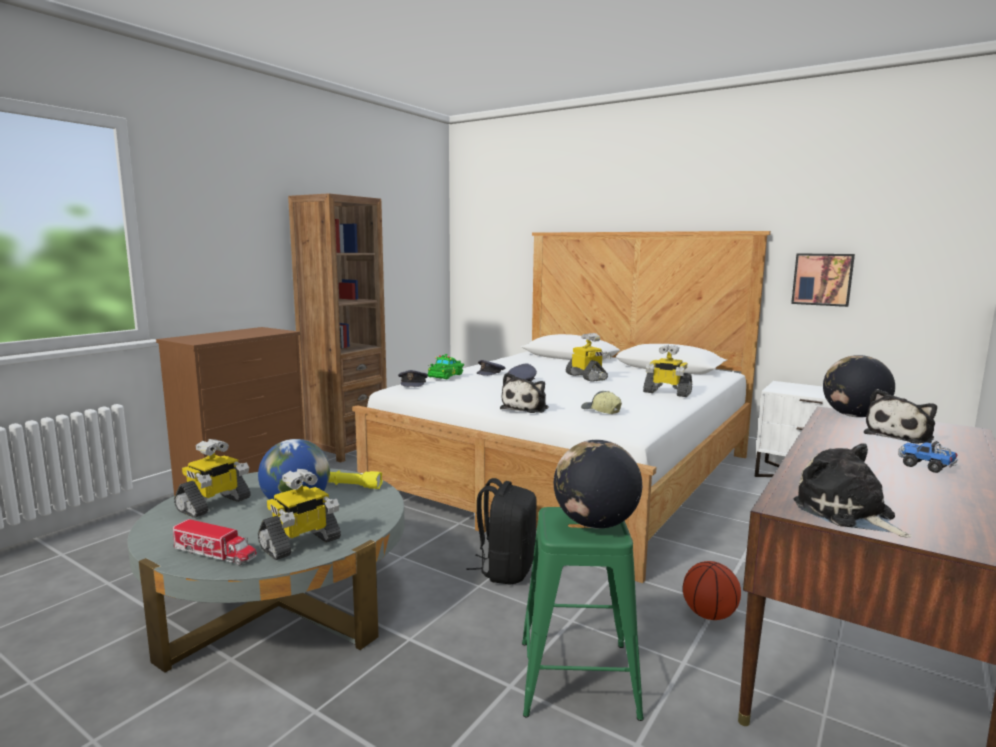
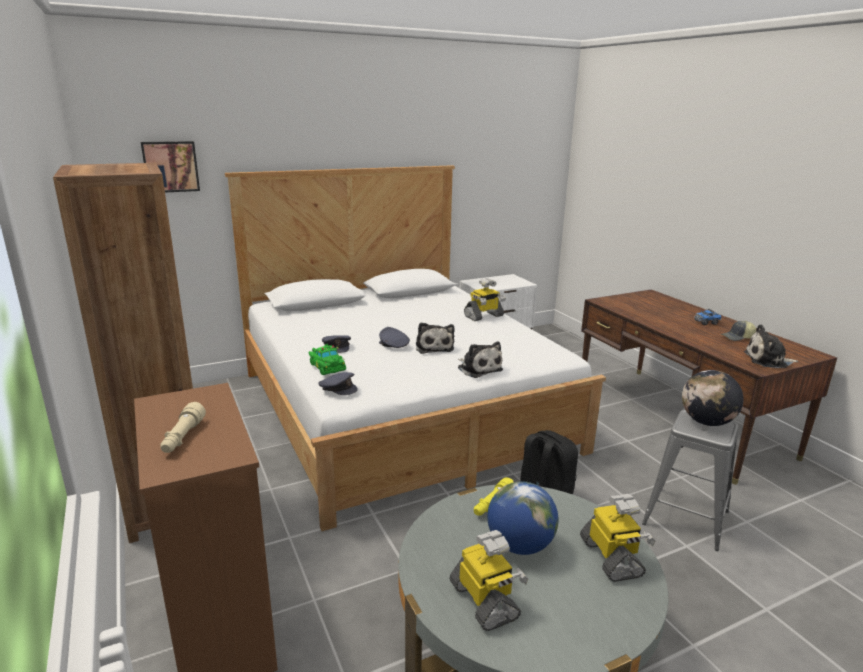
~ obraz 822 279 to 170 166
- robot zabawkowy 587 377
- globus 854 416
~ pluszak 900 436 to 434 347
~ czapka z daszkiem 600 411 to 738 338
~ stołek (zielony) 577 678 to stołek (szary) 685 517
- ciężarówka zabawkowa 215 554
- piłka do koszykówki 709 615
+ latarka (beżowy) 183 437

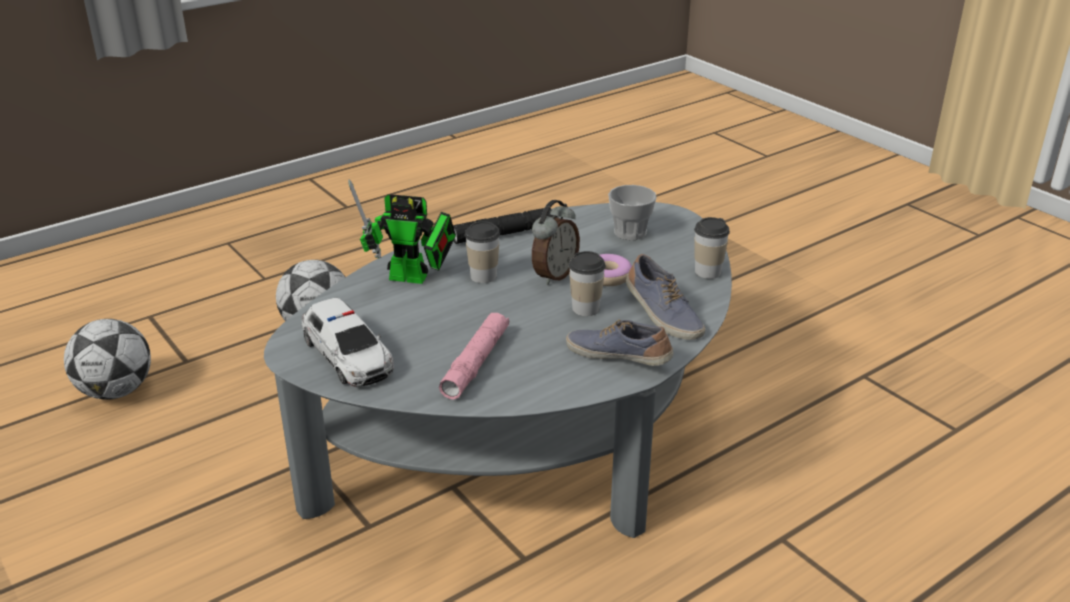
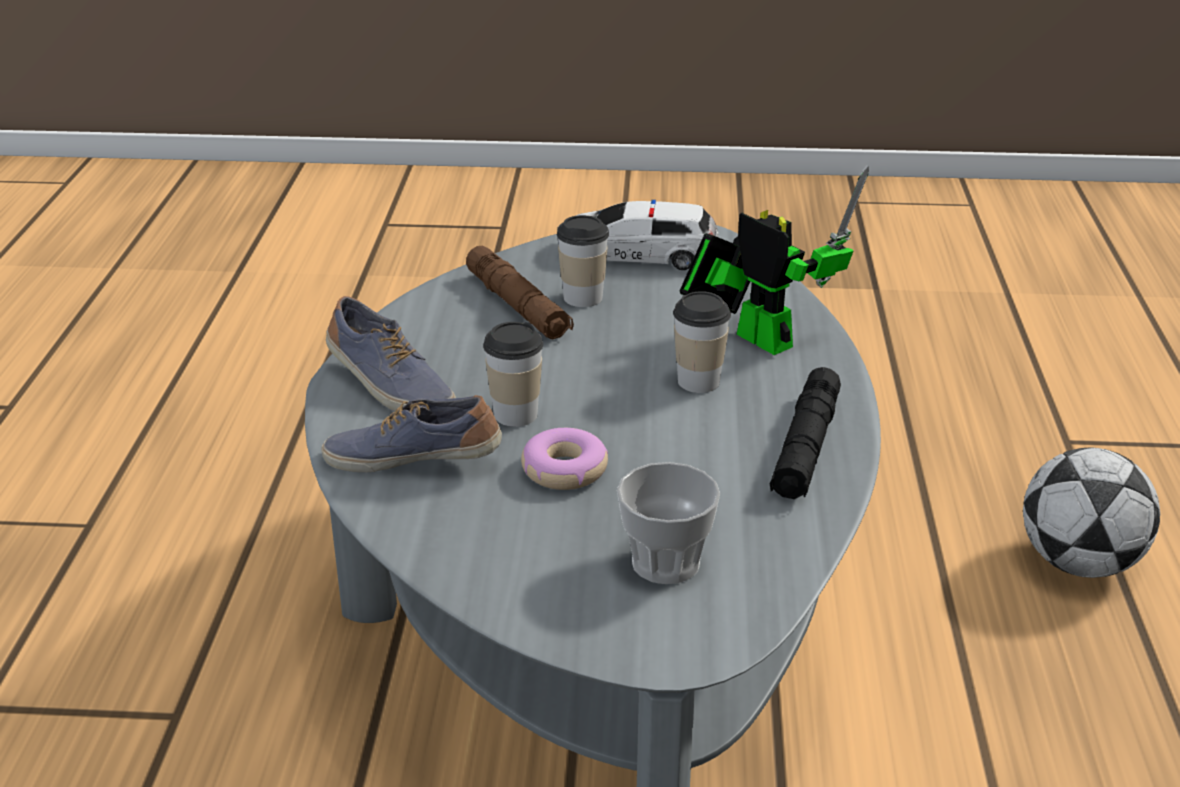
~ robot zabawkowy 414 278 = 757 337 90 degrees clockwise
- budzik 553 275
~ filiżanka 707 272 to 583 298
~ latarka (różowy) 476 363 to latarka (brązowy) 517 306
- piłka futbolowa 116 391
~ but 619 357 = 388 386 60 degrees clockwise

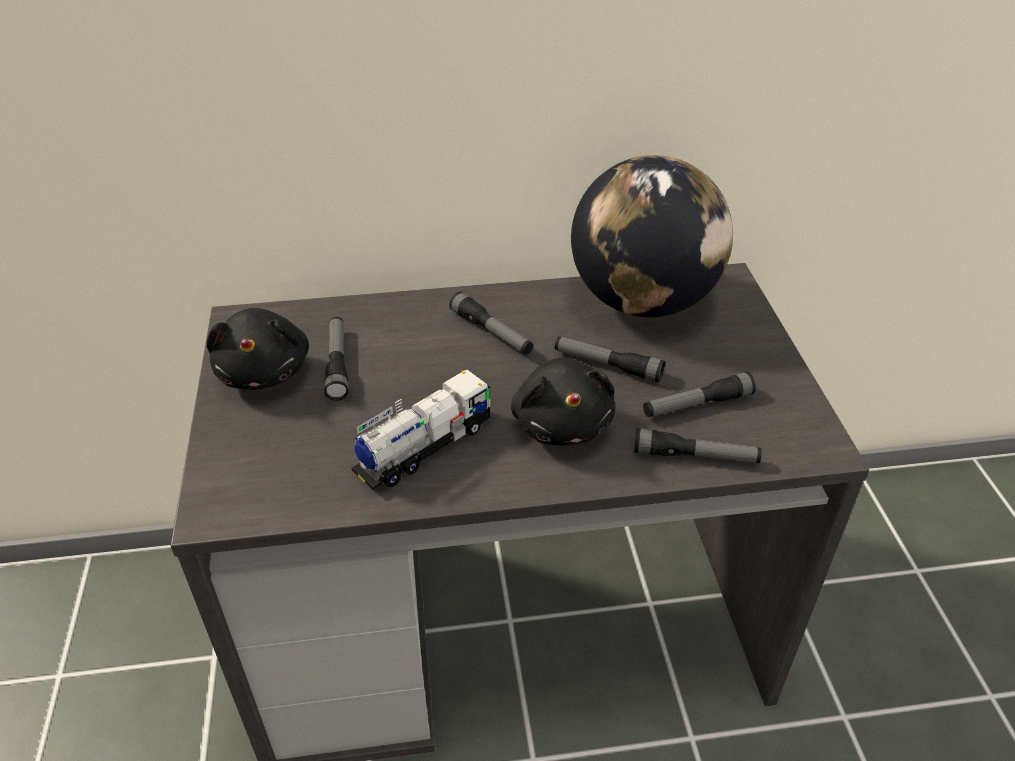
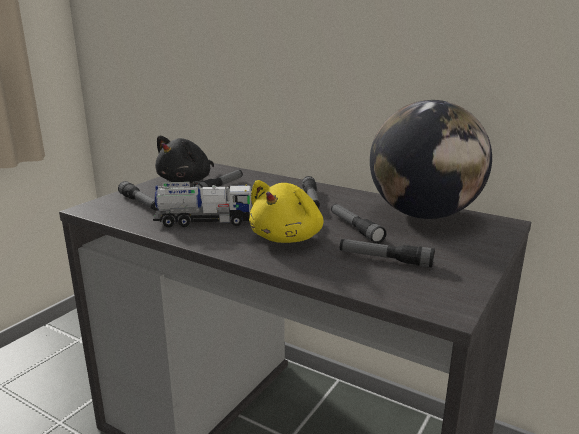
~ pluszak (czarny) 562 423 to pluszak (żółty) 288 238
~ latarka 695 456 to 140 203

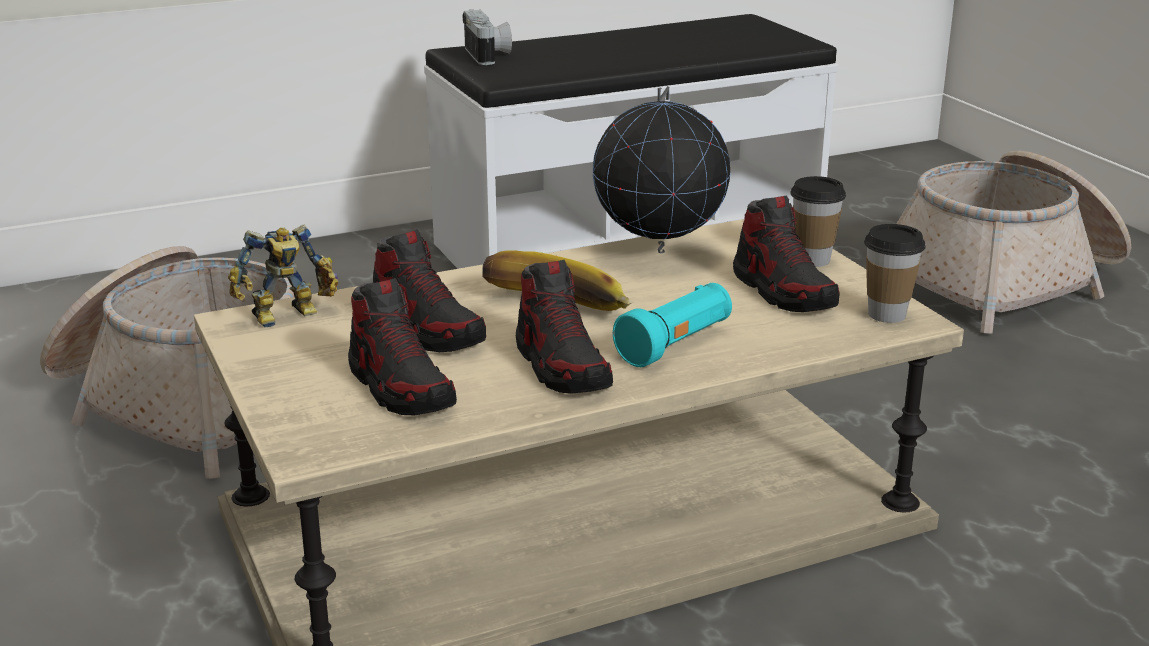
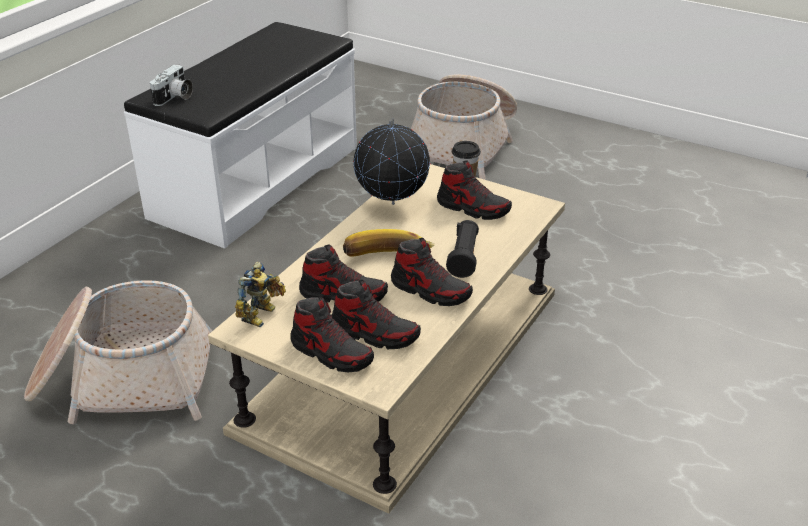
~ aparat fotograficzny 489 56 = 175 98 75 degrees clockwise
- filiżanka 887 314
~ latarka (turkusowy) 675 345 to latarka (czarny) 464 258
+ but 332 353

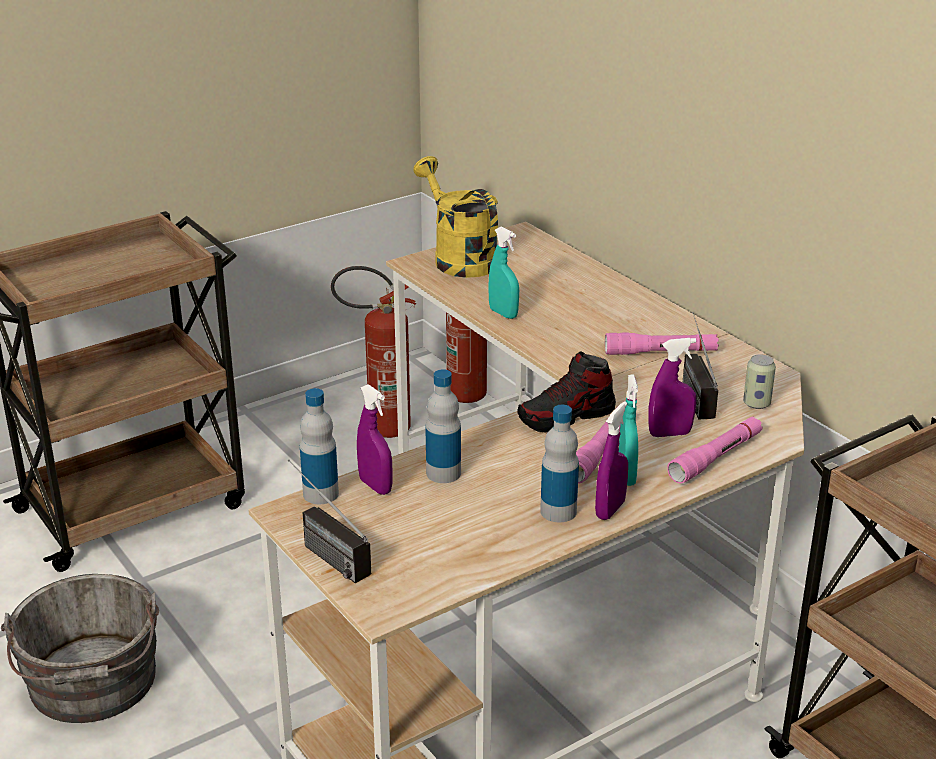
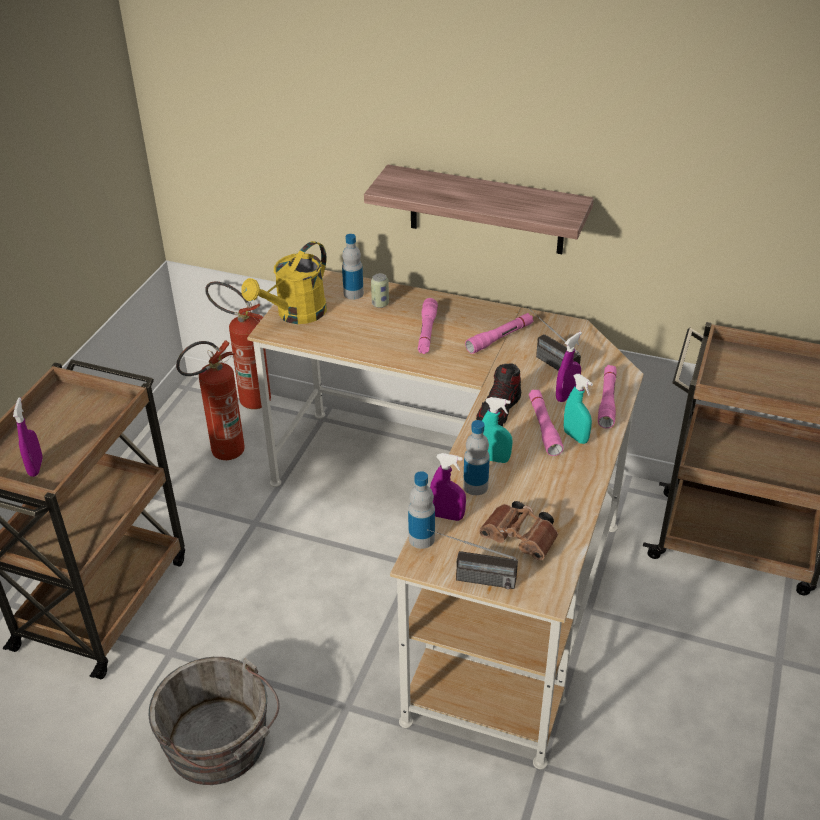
~ konewka (żółty) 458 258 = 295 315 75 degrees counterclockwise
~ spryskiwacz (turkusowy) 503 313 to 494 459
~ puszka 756 404 to 380 304
~ spryskiwacz (fioletowy) 610 510 to 36 467
~ butelka 558 511 to 353 293
+ półka 486 210
+ latarka (różowy) 427 332
+ lornetka (brązowy) 521 540

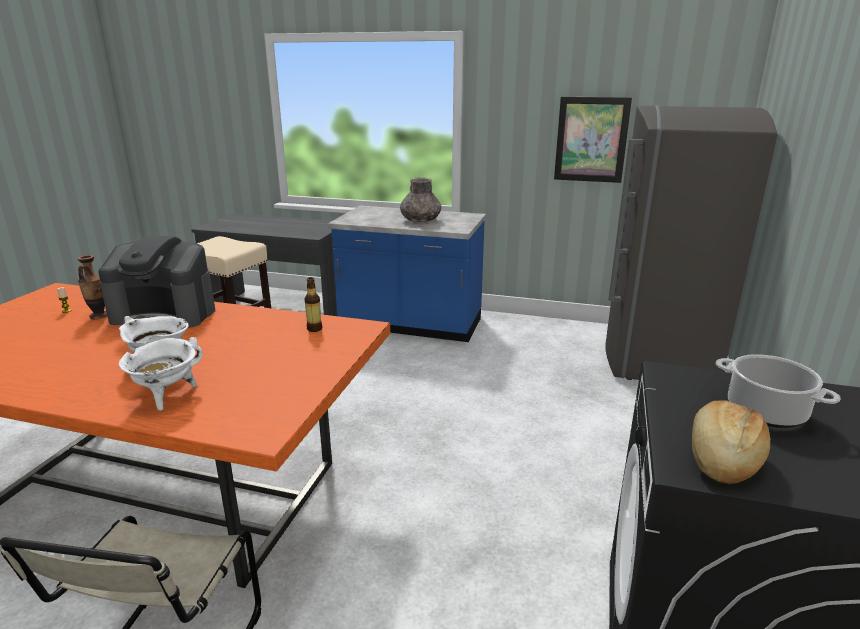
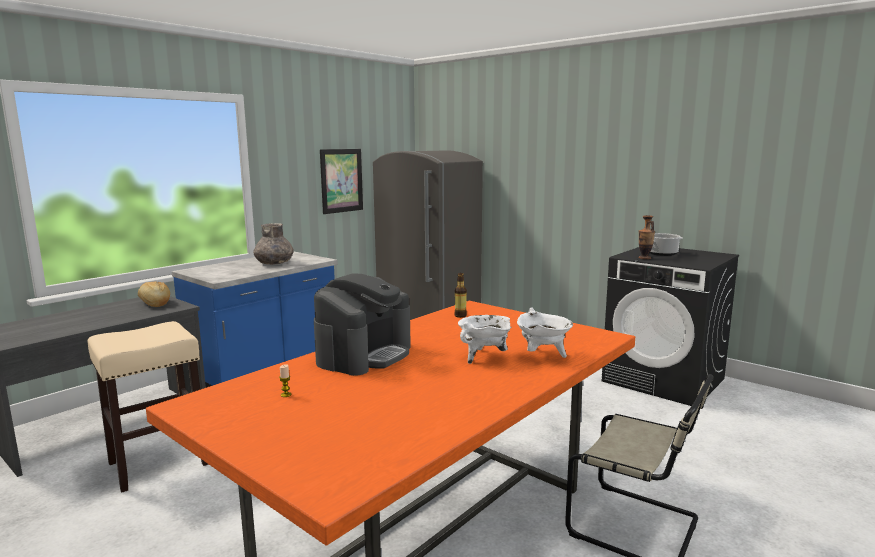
~ wazon 99 316 to 644 258
~ chleb 721 458 to 154 303

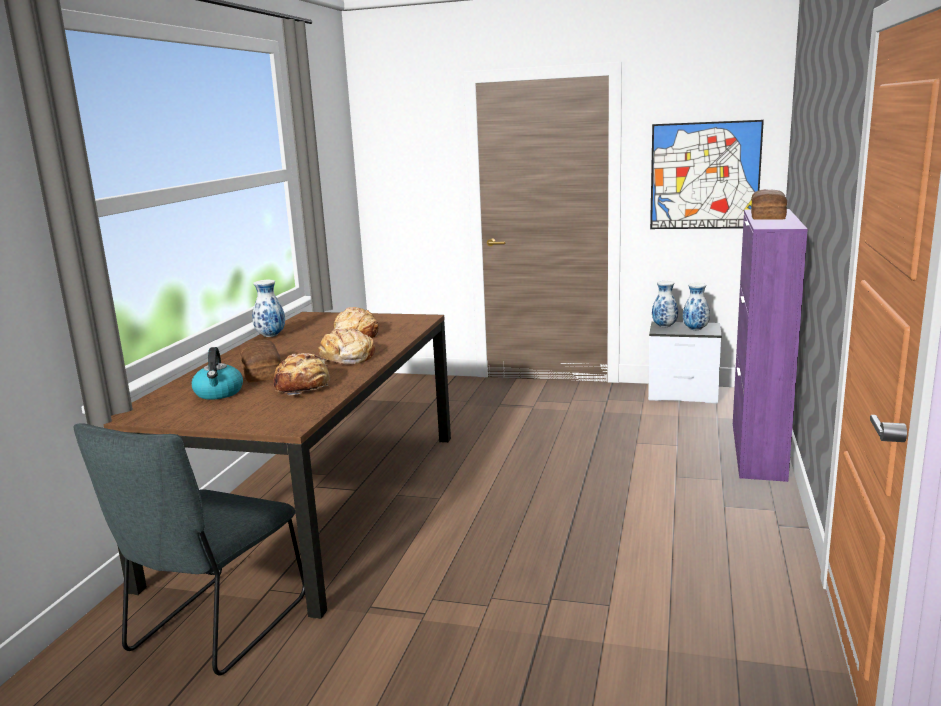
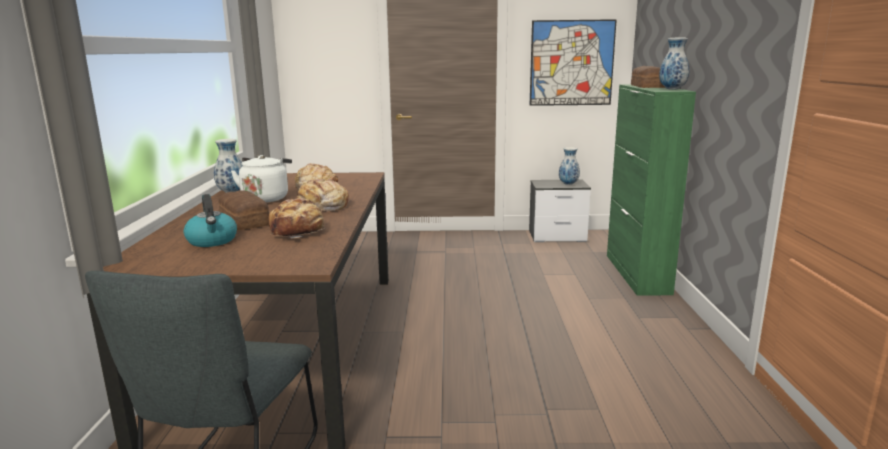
~ szafka (fioletowy) 757 450 to szafka (zielony) 637 274
~ wazon 664 326 to 671 89
+ czajnik (biały) 266 198

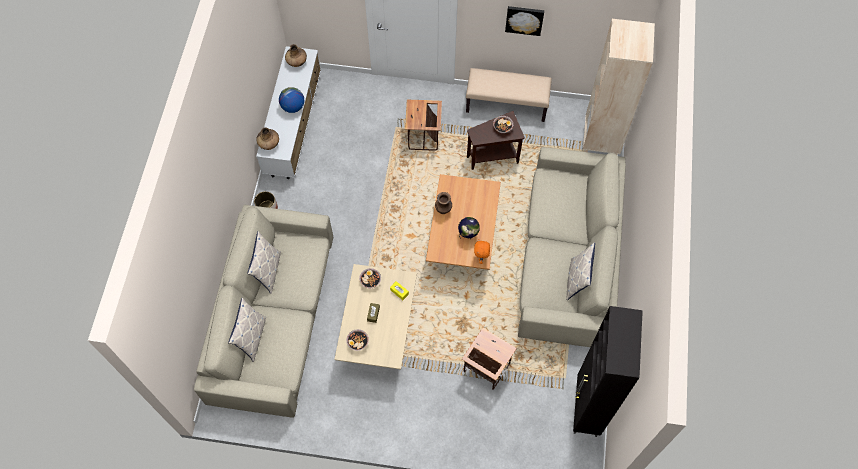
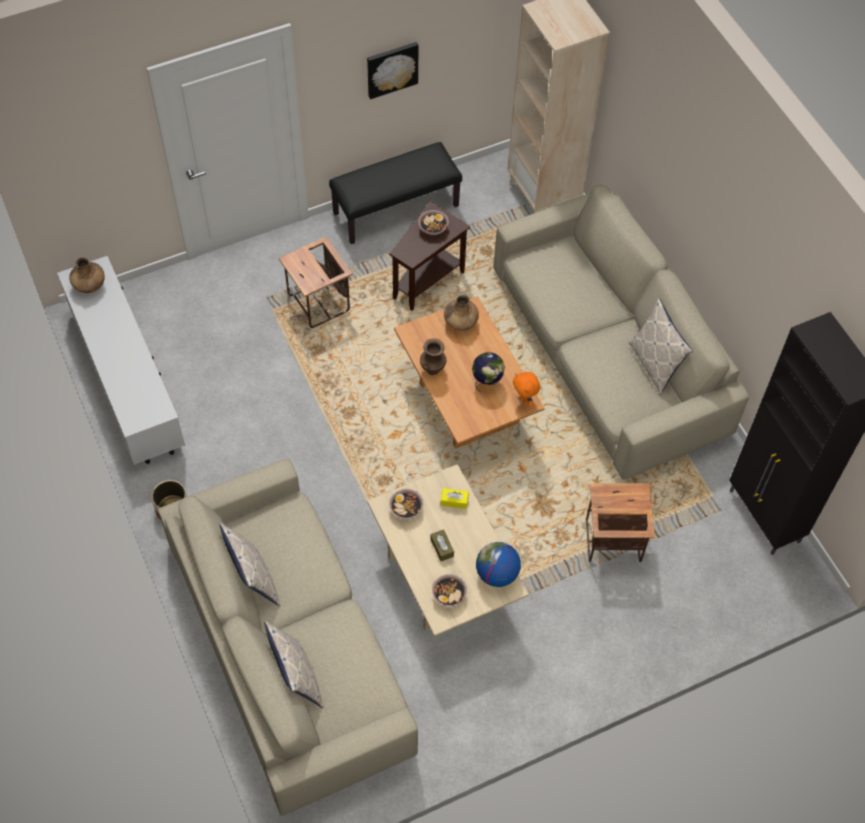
~ ławka (beżowy) 507 104 to ławka (czarny) 396 209
~ globus 293 107 to 496 574
~ wazon (brązowy) 269 144 to 460 322

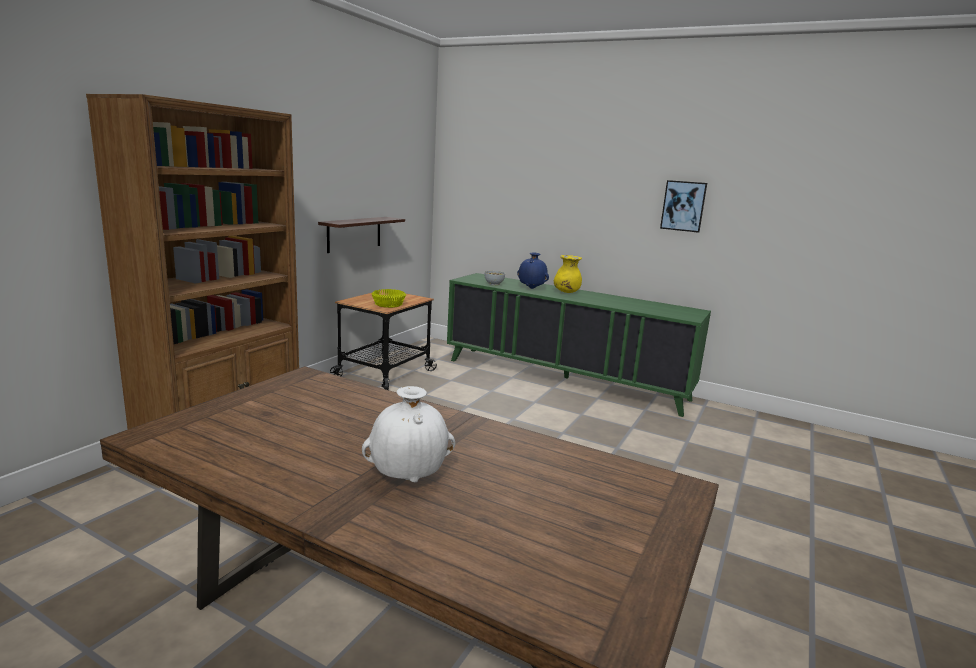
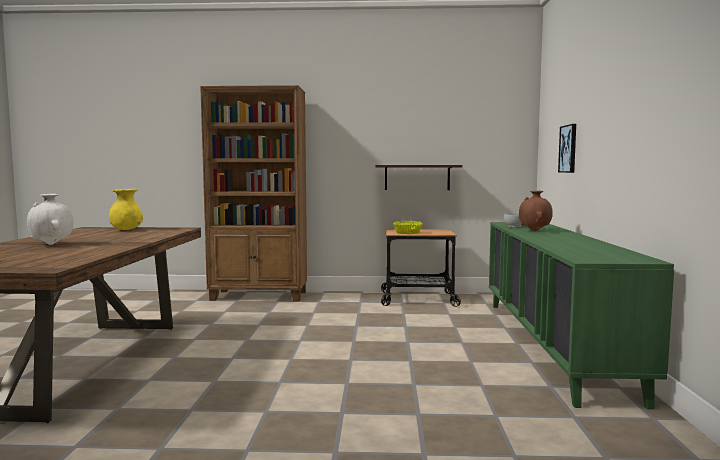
~ obraz 683 206 to 568 149
~ wazon (niebieski) 532 288 to wazon (brązowy) 534 231
~ wazon (żółty) 566 292 to 126 229

